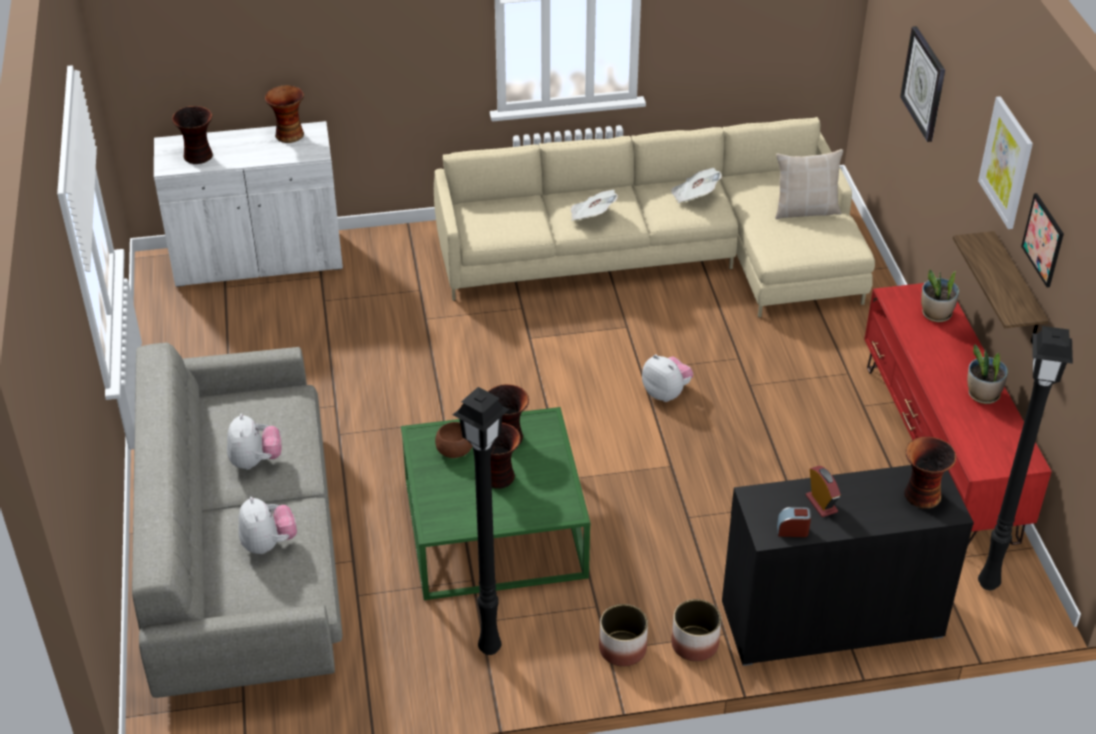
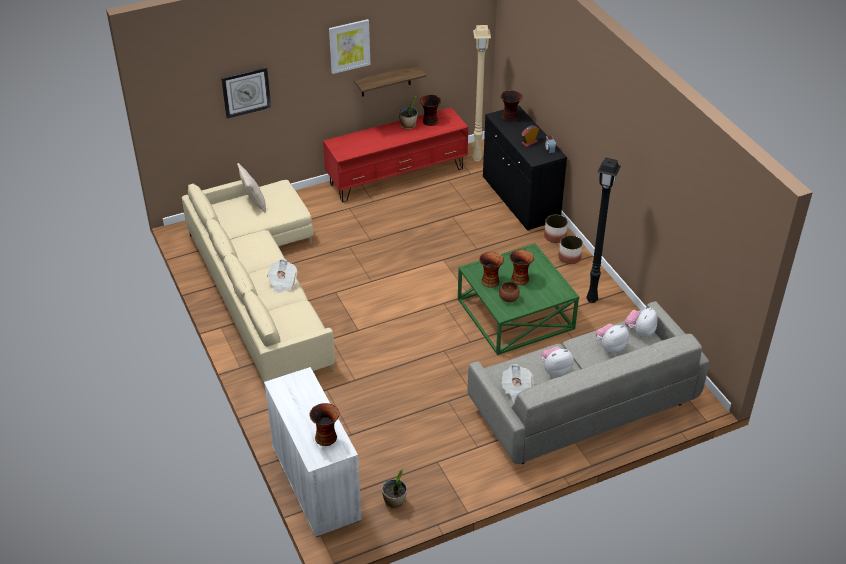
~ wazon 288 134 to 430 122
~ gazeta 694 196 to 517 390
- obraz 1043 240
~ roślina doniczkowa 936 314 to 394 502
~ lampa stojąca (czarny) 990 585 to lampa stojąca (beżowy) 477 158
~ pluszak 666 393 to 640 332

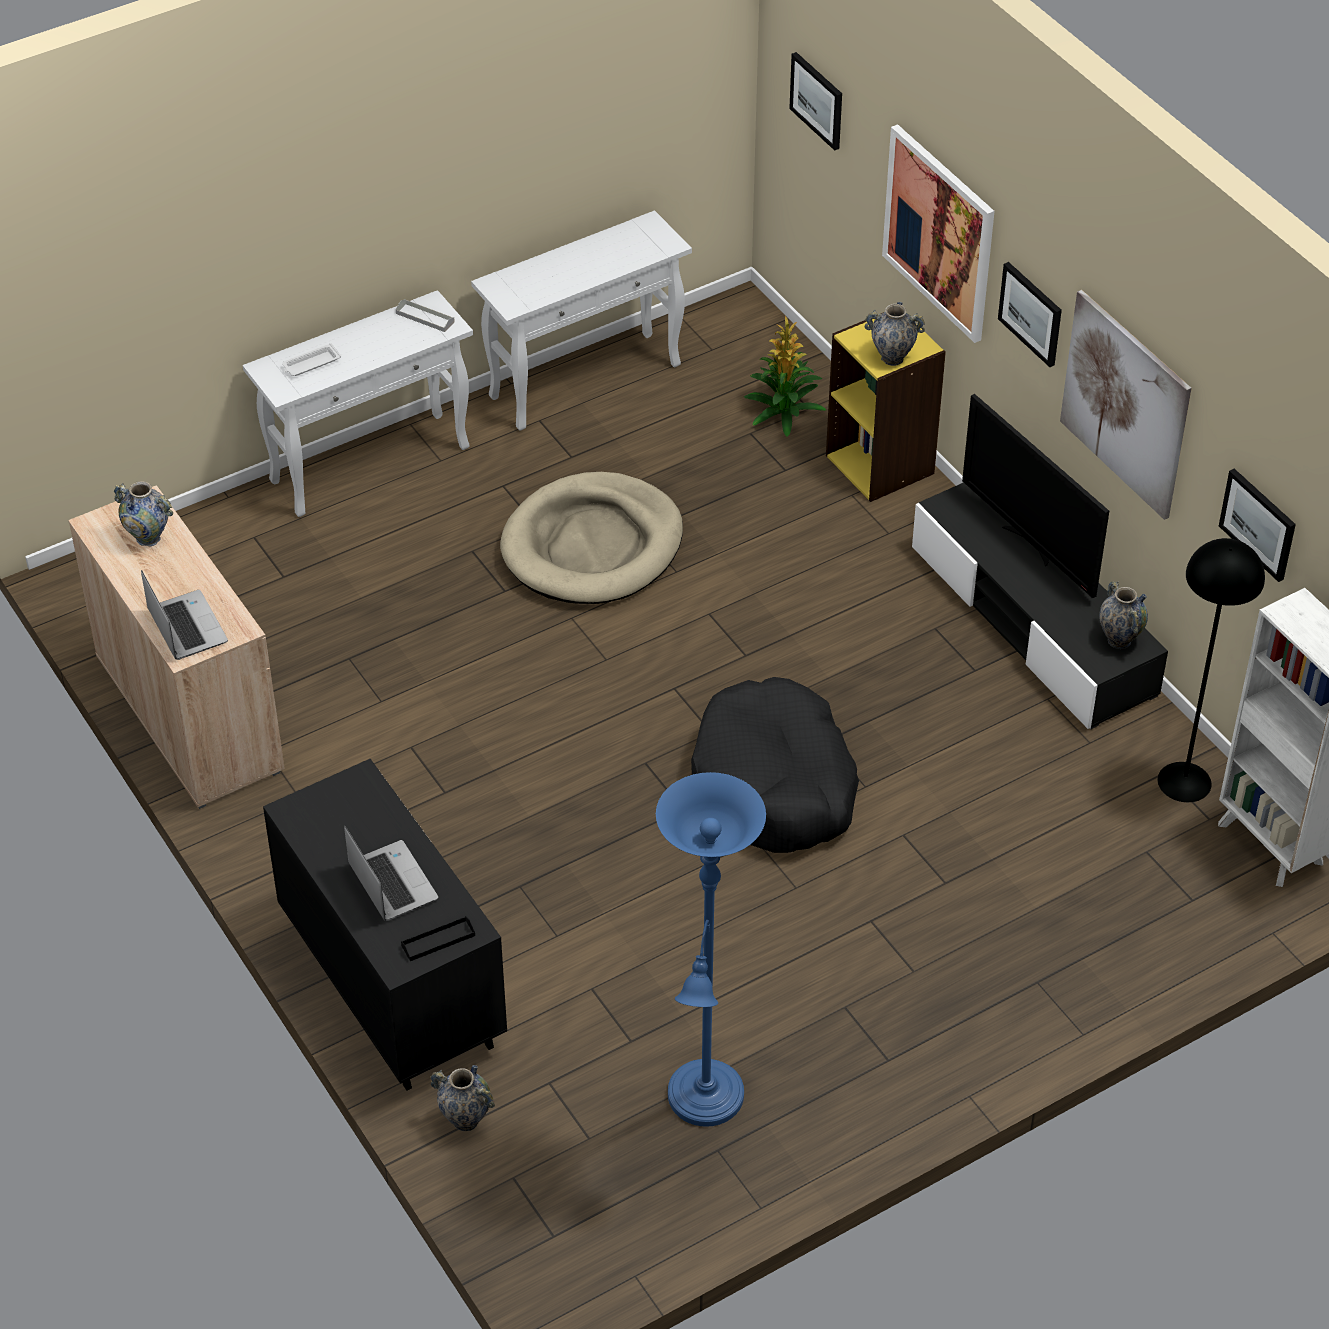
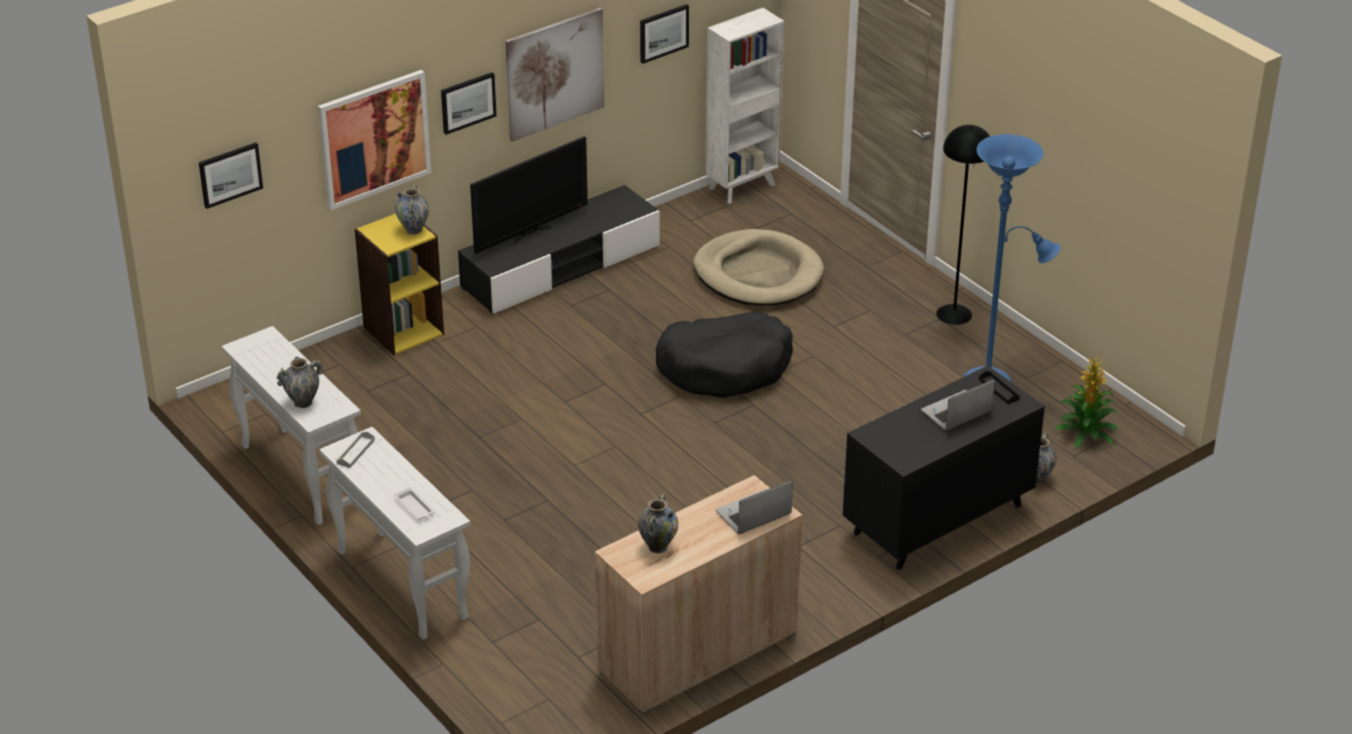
~ roślina doniczkowa 782 410 to 1086 432
~ legowisko (beżowy) 592 545 to 758 274
~ lampa stojąca (czarny) 1184 782 to 954 314
~ wazon 1119 640 to 303 402

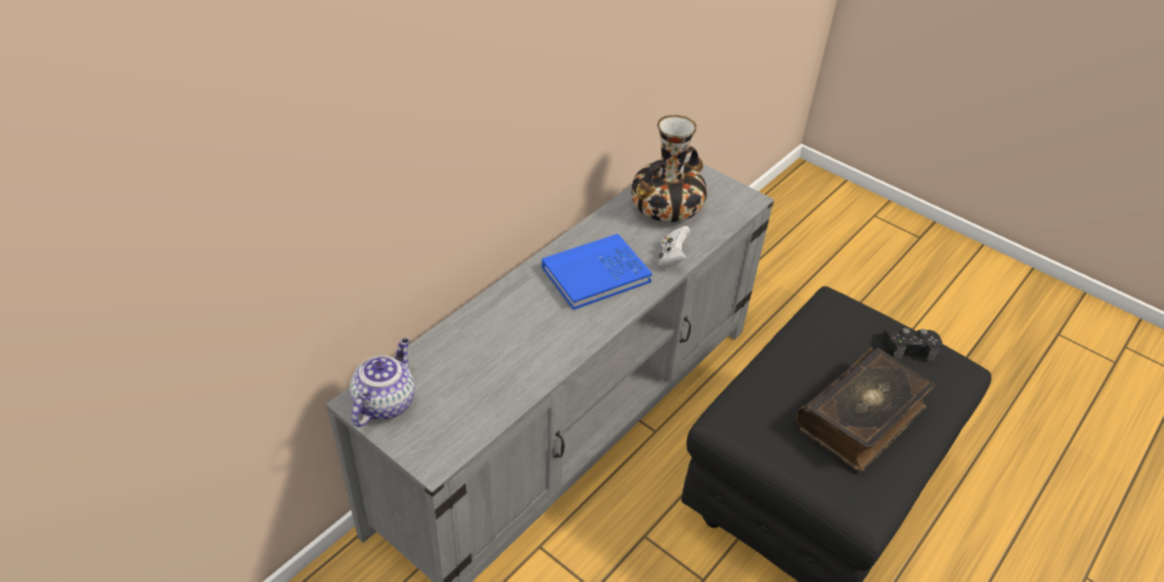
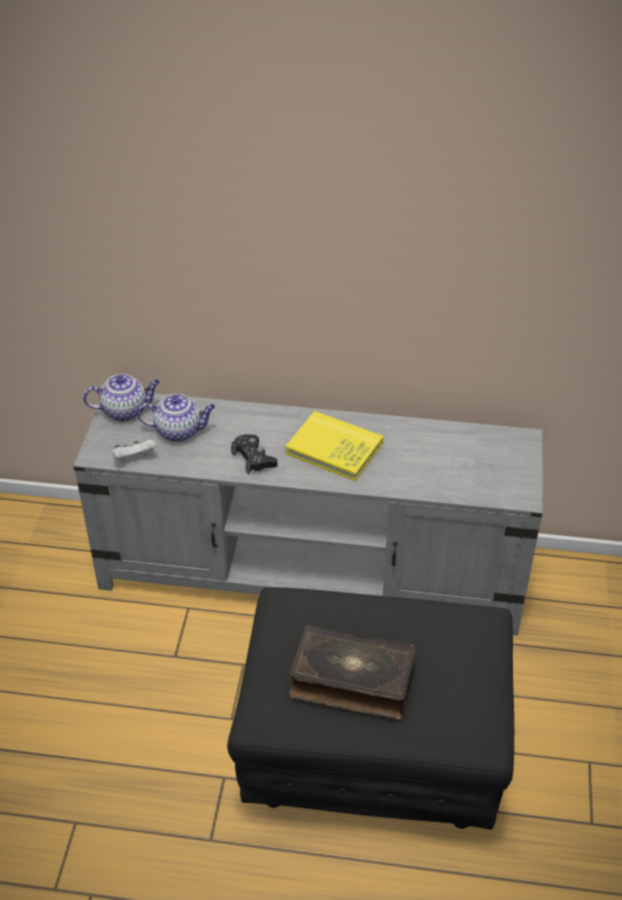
- wazon 665 208
~ pad do gier (biały) 672 258 to 134 458
~ książka (niebieski) 596 274 to książka (żółty) 334 449
~ pad do gier (czarny) 910 347 to 253 458
+ imbryk 179 431

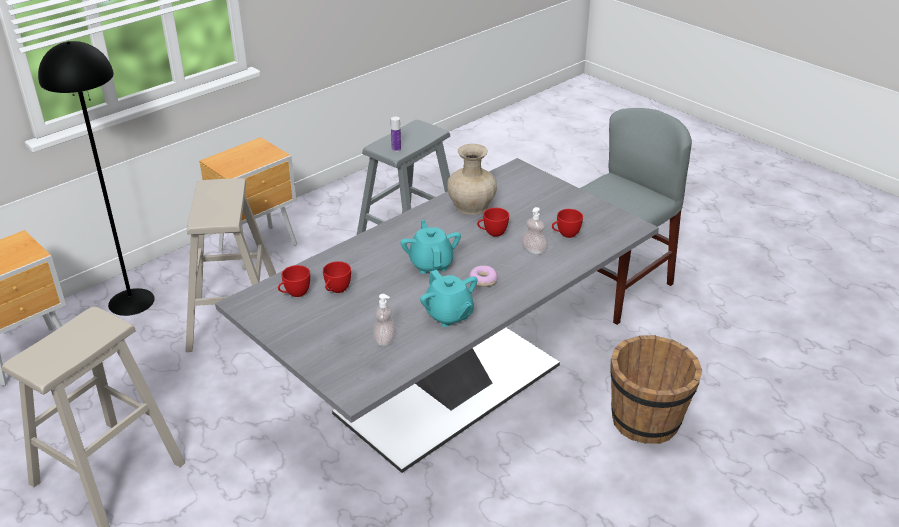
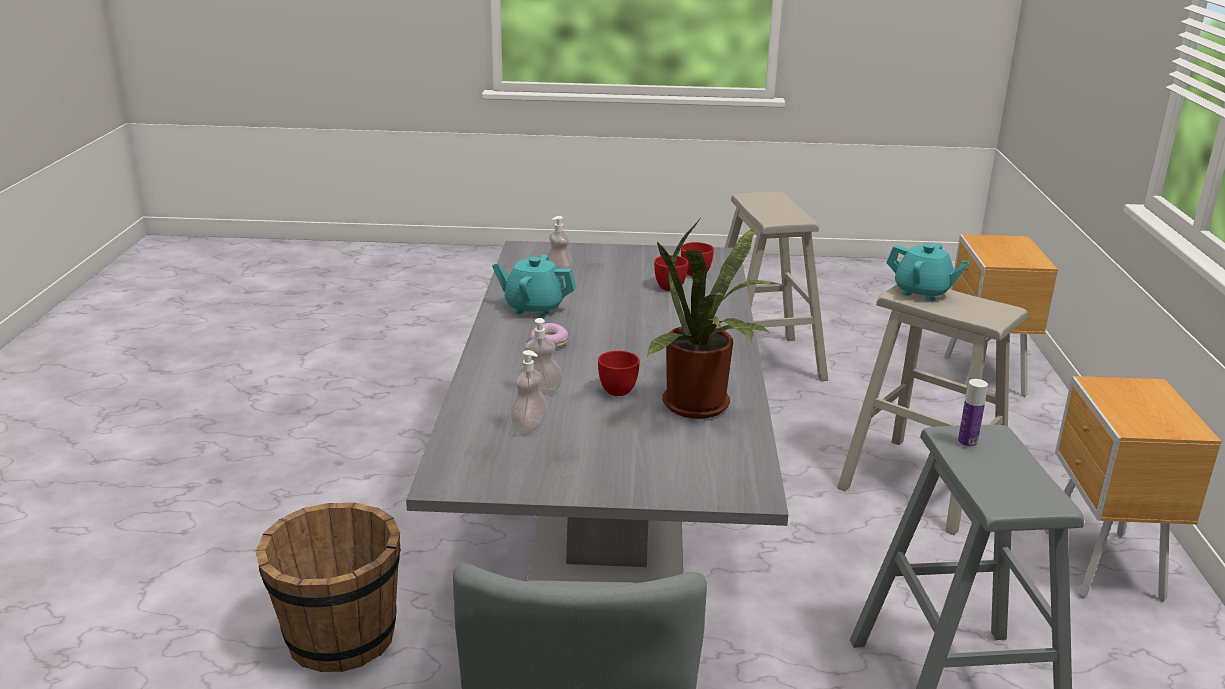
- lampa stojąca (czarny) 131 302
~ wazon (beżowy) 472 206 to roślina doniczkowa 702 407
~ filiżanka (czerwony) 565 234 to dozownik mydła 529 426
~ imbryk (turkusowy) 431 264 to 922 292

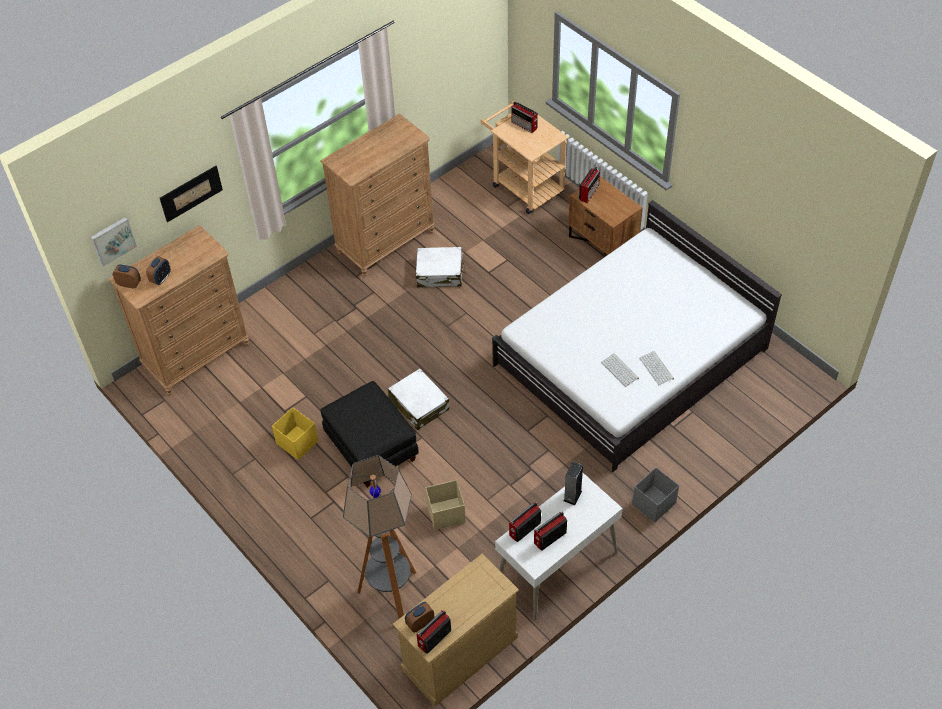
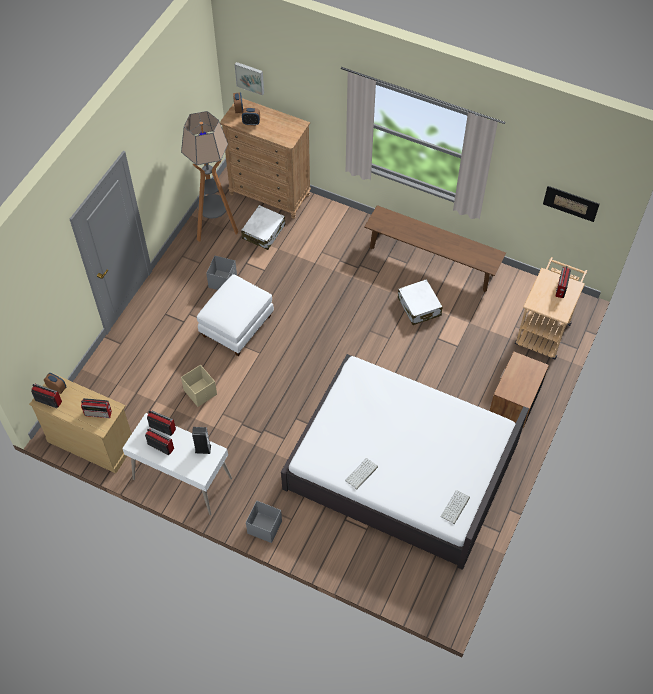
~ komoda (brązowy) 386 242 to ławka (brązowy) 431 261
~ obraz 191 193 to 571 203
~ radio 589 192 to 99 413
~ klawiatura 620 370 to 455 507
~ walizka (biały) 419 404 to 264 232
~ pufa (czarny) 372 448 to pufa (biały) 237 327
~ pojemnik do przechowywania (żółty) 297 442 to pojemnik do przechowywania (szary) 223 281
~ lampa stojąca 391 595 to 215 228

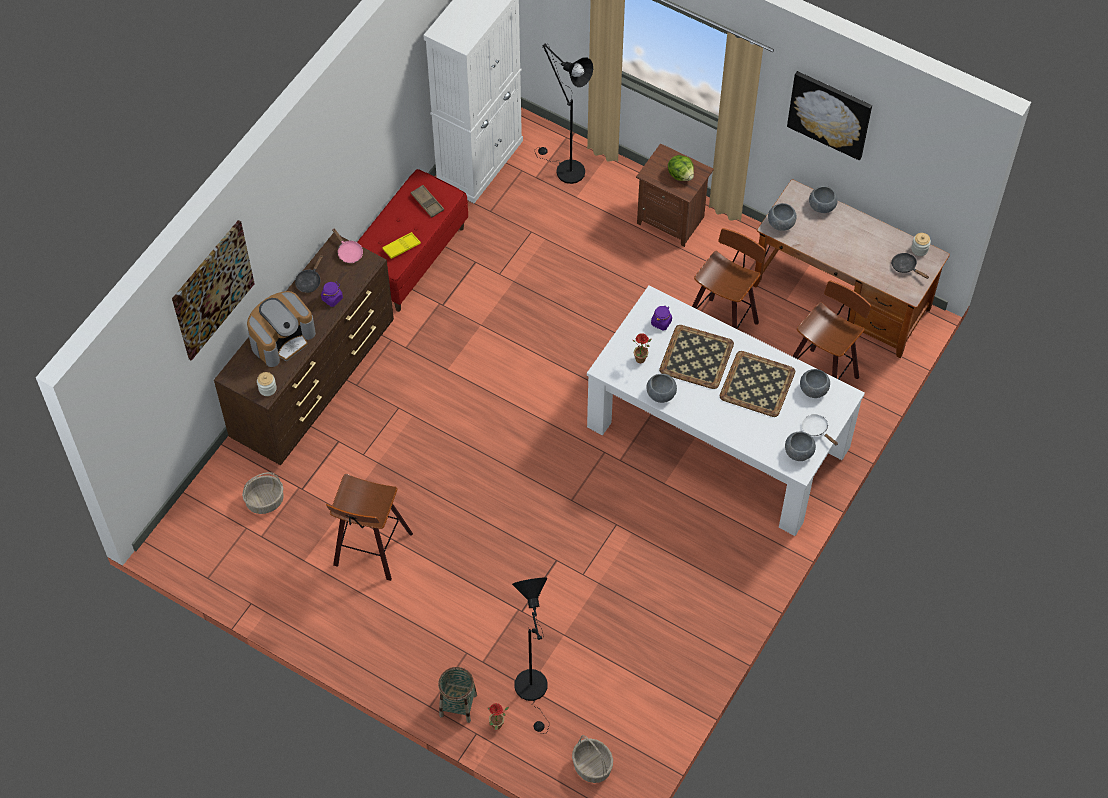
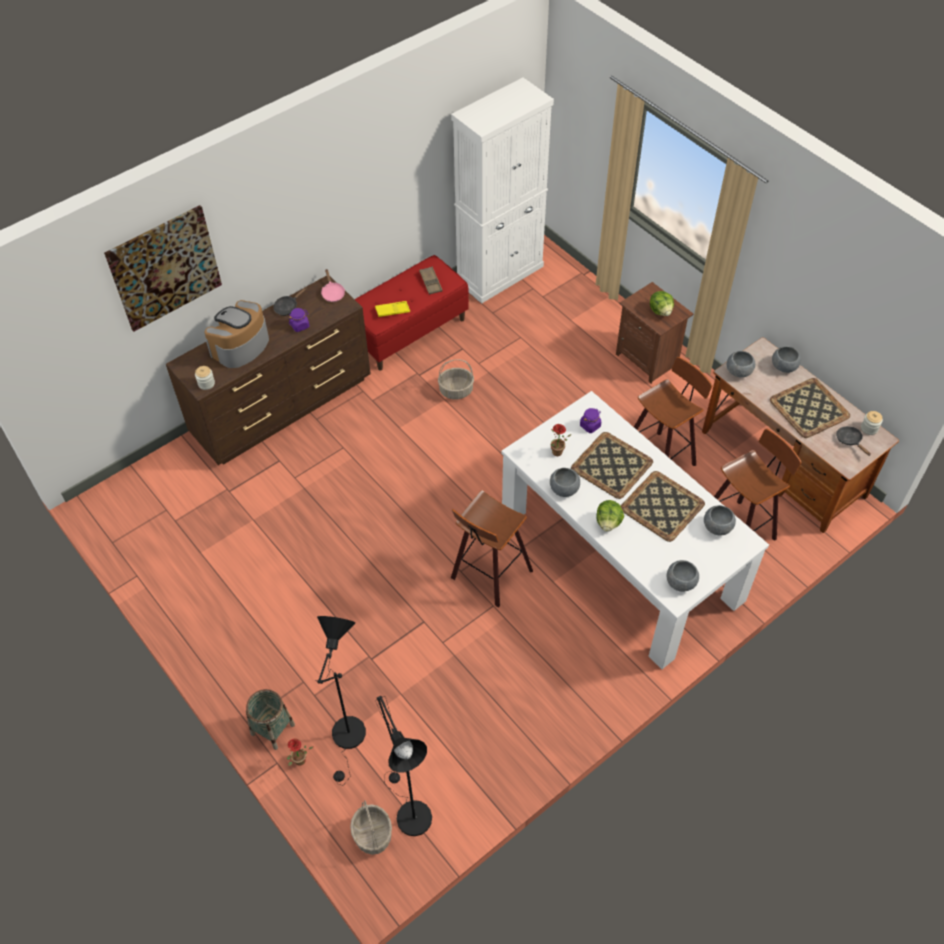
~ lampa stojąca (czarny) 565 169 to 409 812
- obraz 830 114
~ ekspres do kawy 282 338 = 240 346 150 degrees clockwise
- patelnia (biały) 816 430
~ koszyk 265 501 to 456 391
~ stołek 370 551 to 489 575
+ taca 808 408
+ sałata 608 522

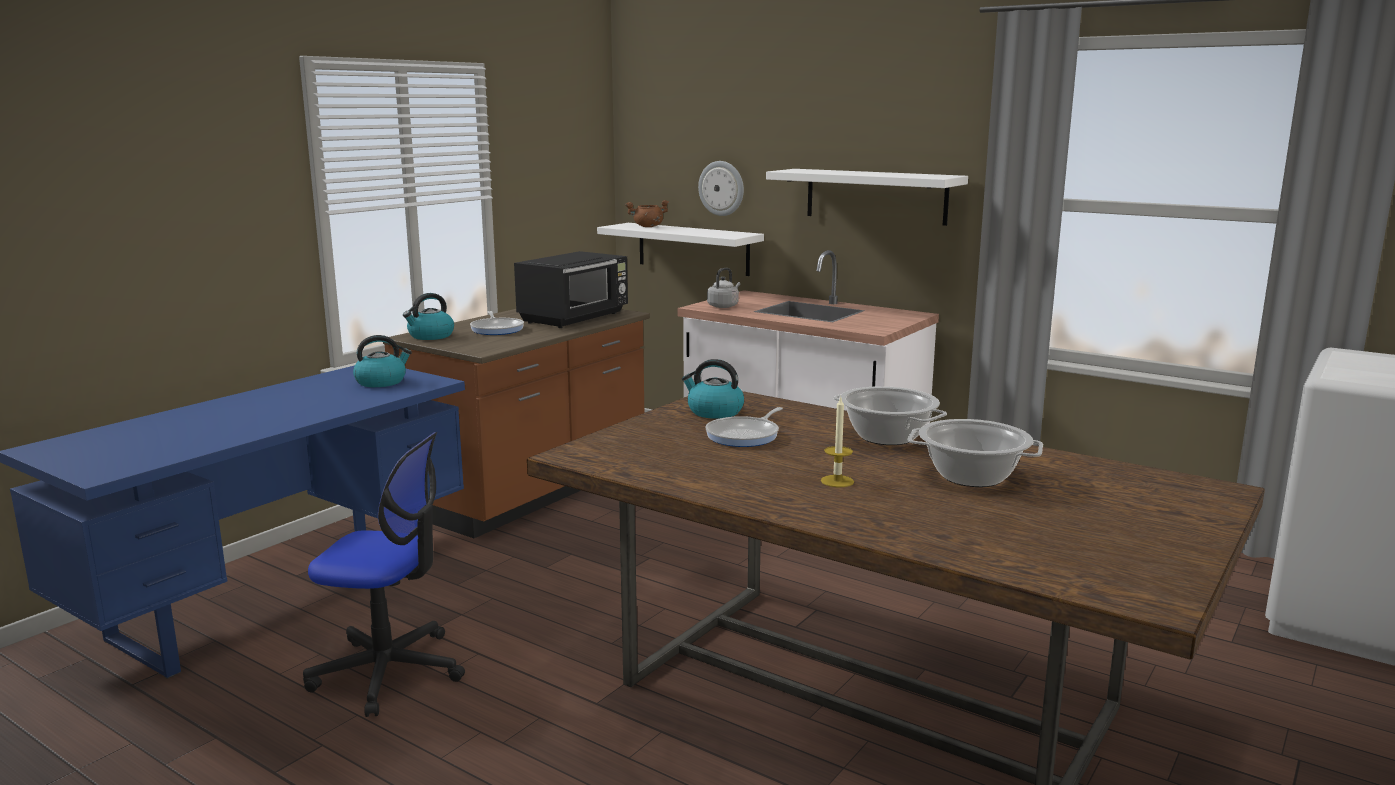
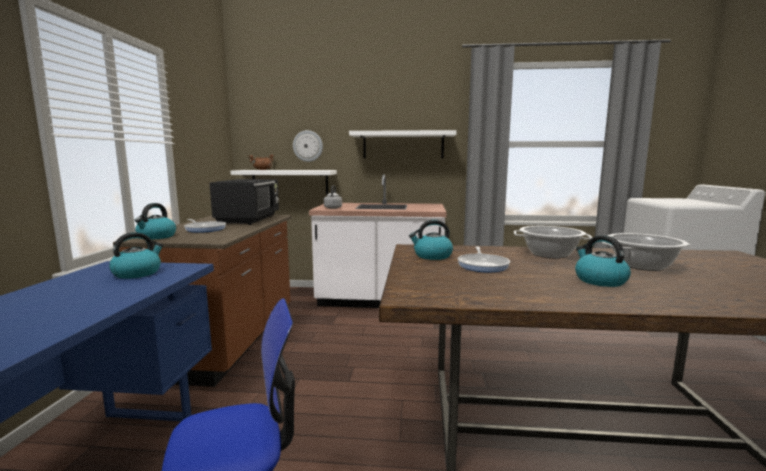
~ świeca 837 481 to czajnik 599 280

